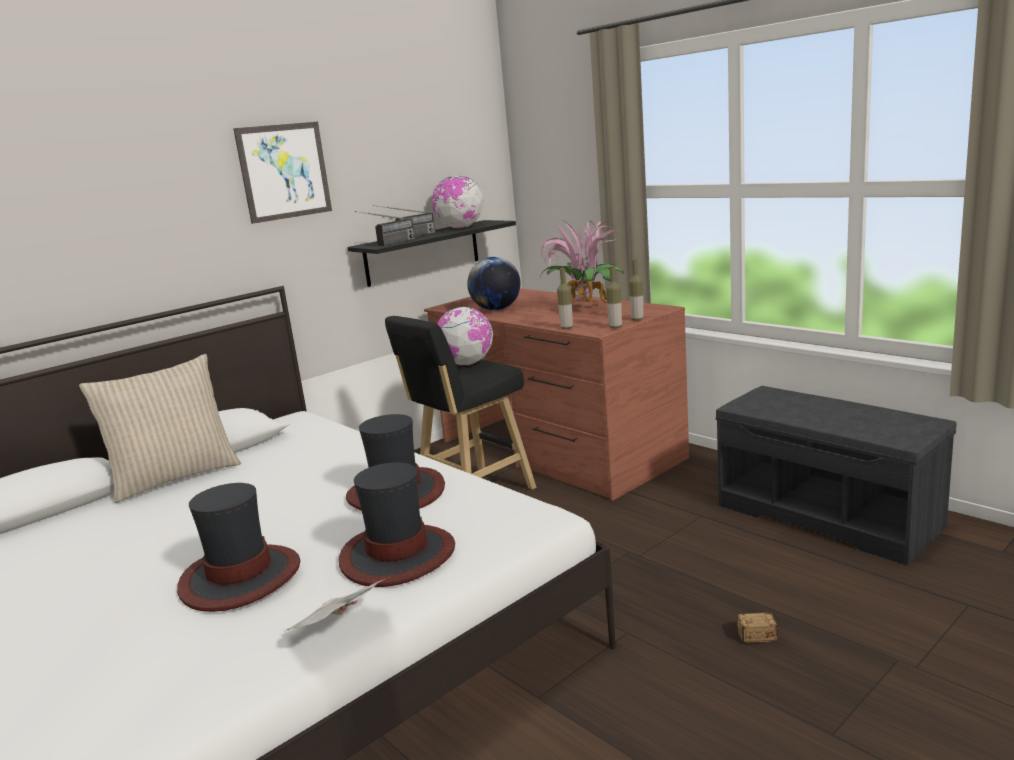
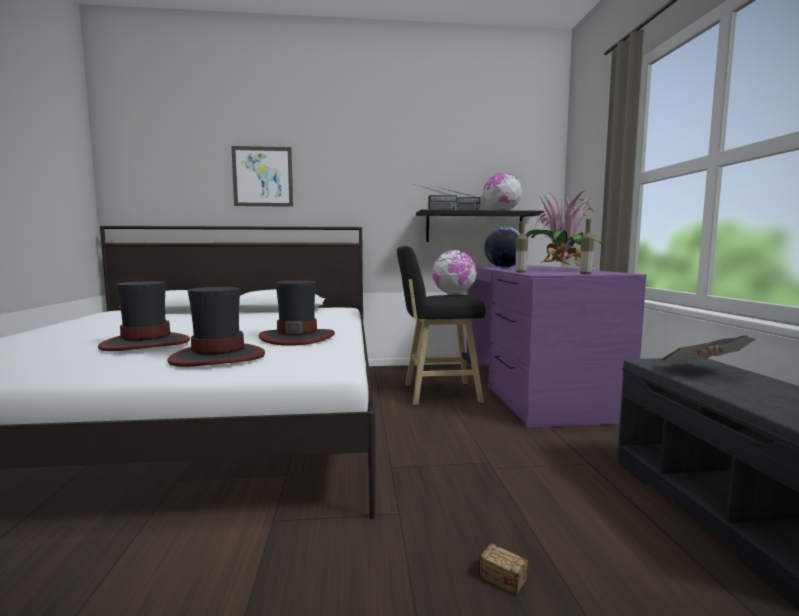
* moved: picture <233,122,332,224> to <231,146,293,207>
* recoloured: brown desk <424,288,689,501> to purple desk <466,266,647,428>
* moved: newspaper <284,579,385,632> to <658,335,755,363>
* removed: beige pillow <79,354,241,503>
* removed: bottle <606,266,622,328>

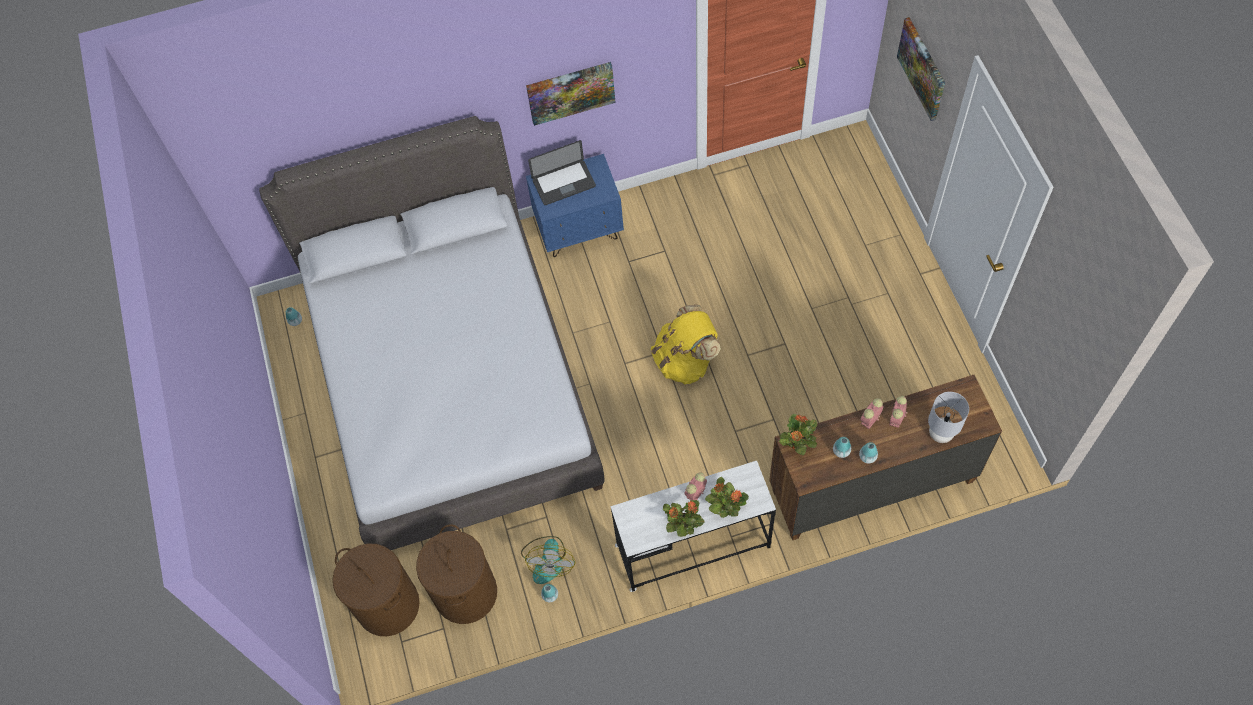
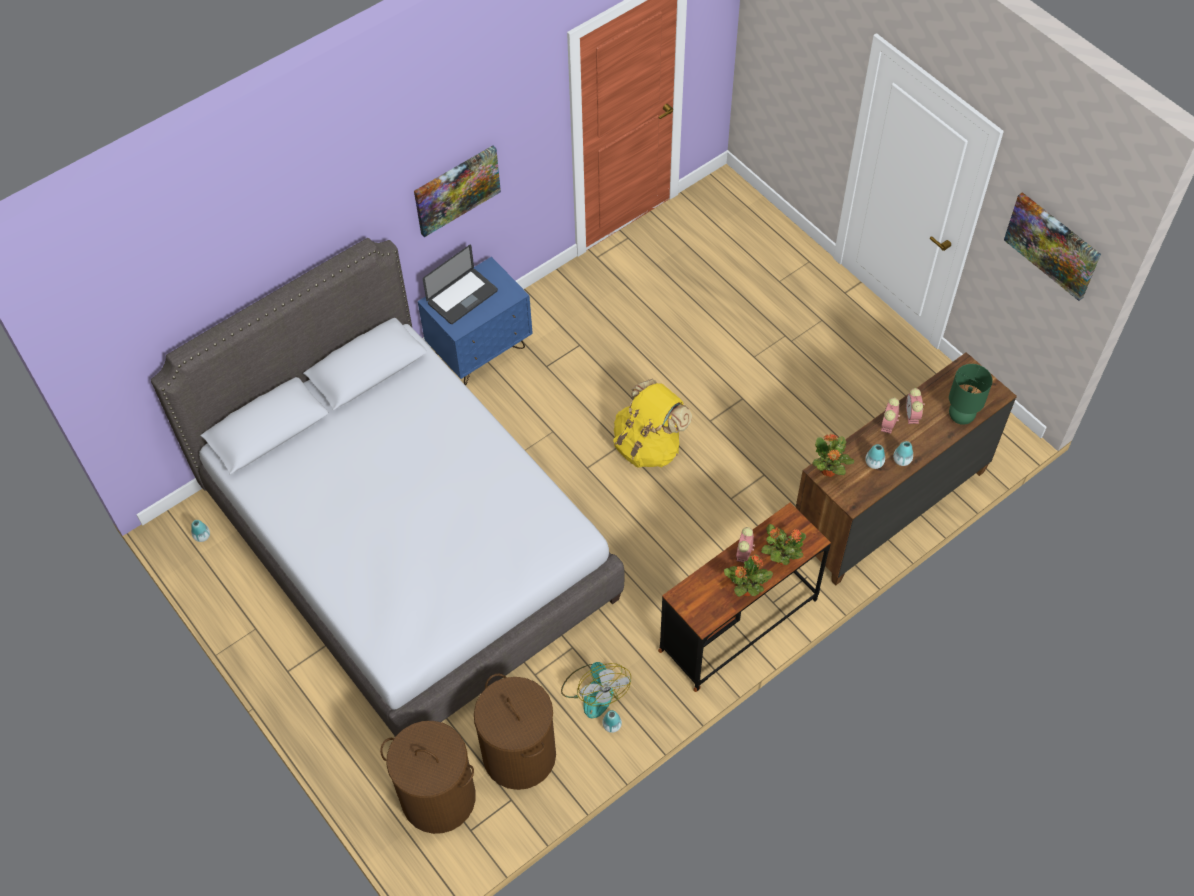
* recoloured: white desk <610,461,776,592> to brown desk <658,502,831,692>
* recoloured: grey table lamp <928,392,969,443> to green table lamp <949,364,993,425>
* moved: picture <897,17,945,121> to <1004,192,1101,301>

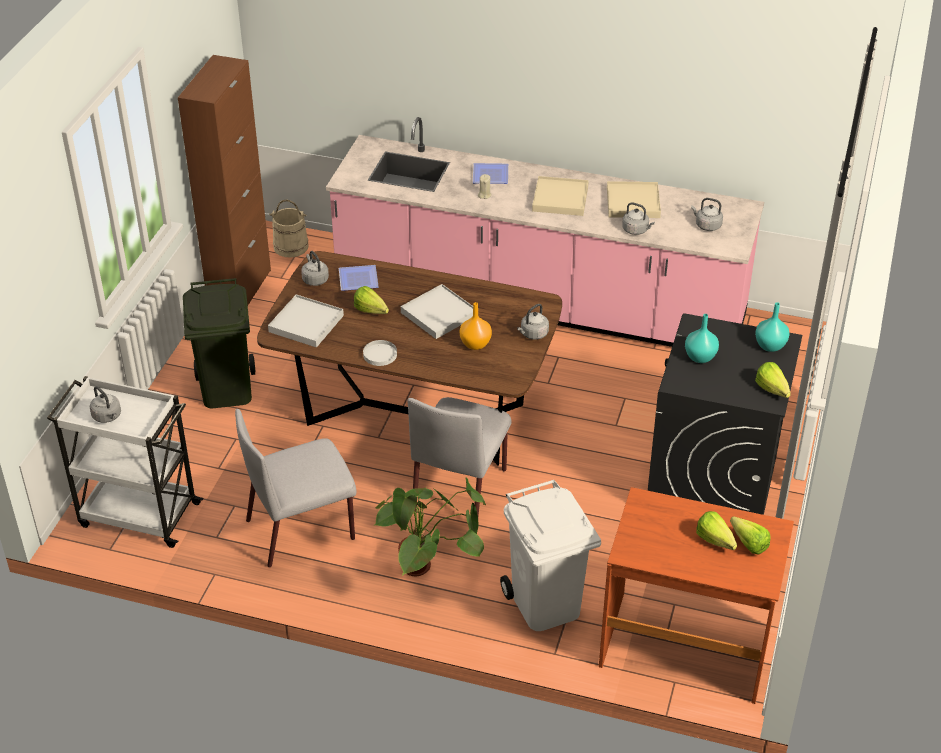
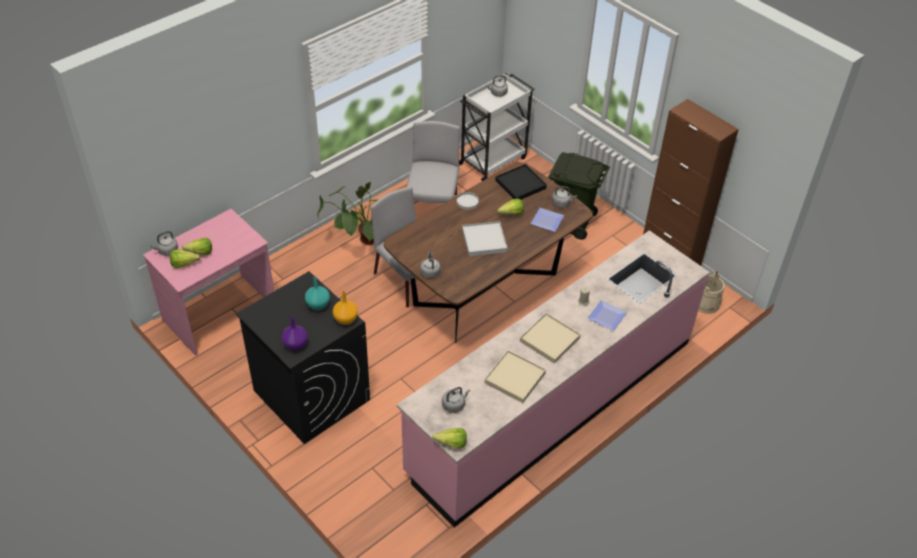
* recoloured: brown desk <599,487,794,704> to pink desk <143,209,274,356>
* moved: grey kettle <622,202,655,235> to <150,231,178,256>
* recoloured: turquoise vase <755,302,790,352> to purple vase <282,317,308,351>
* moved: orange vase <460,302,492,350> to <333,291,358,325>
* moved: lettuce <755,362,791,398> to <432,428,467,449>
* recoloured: white tray <268,294,344,348> to black tray <495,164,547,200>
* removed: white trash can <500,480,601,631>

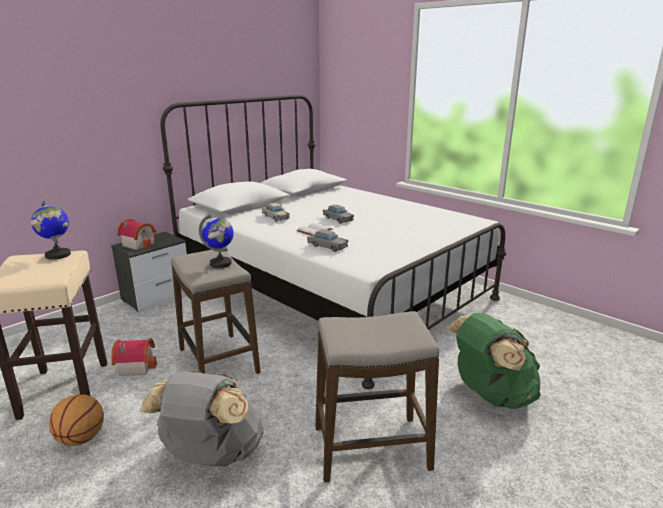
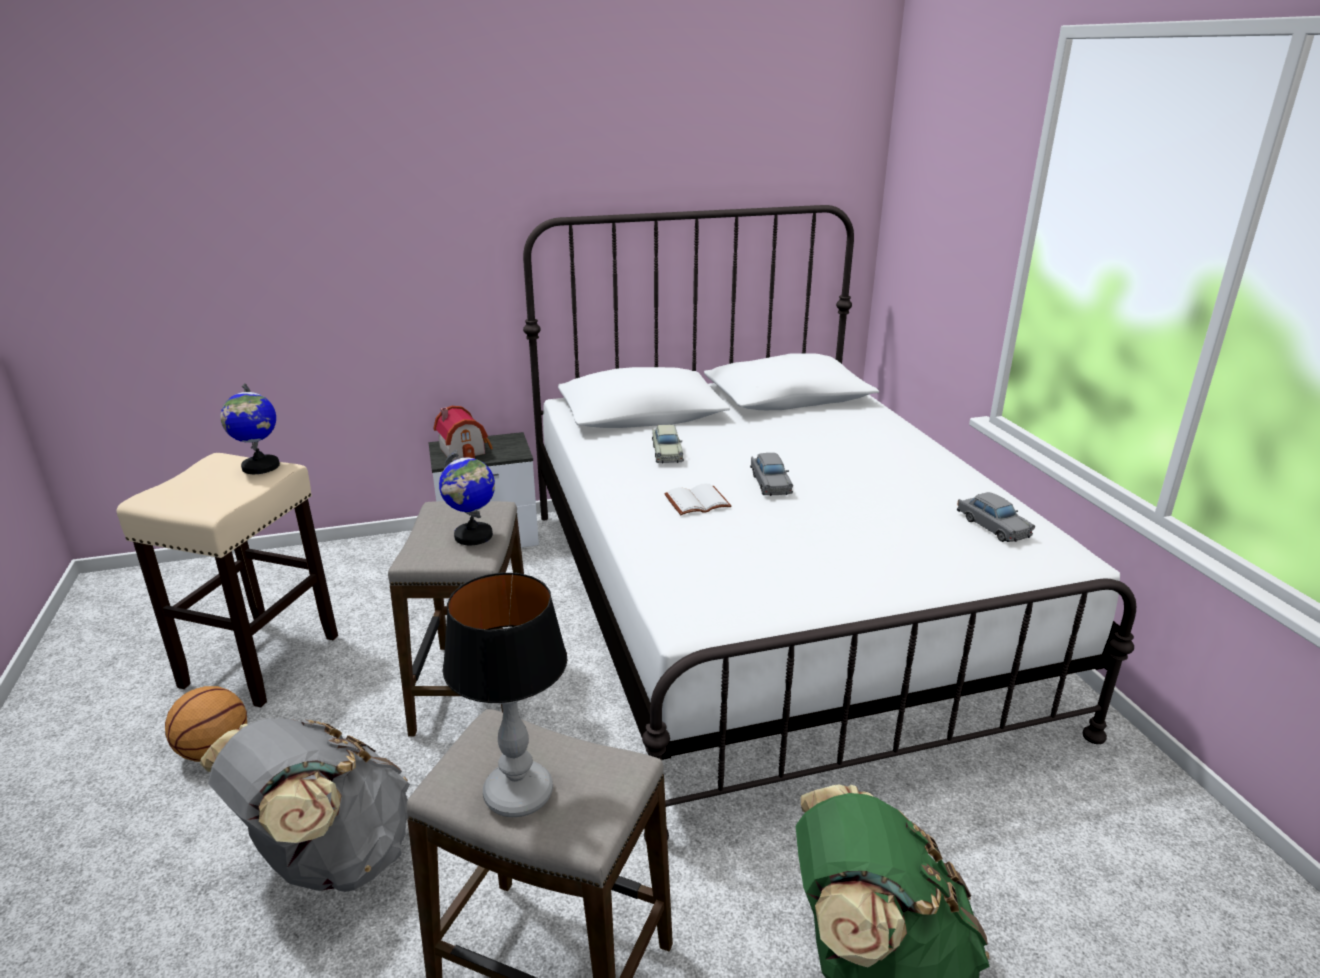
* added: table lamp <443,573,567,817>
* moved: grey toy car <307,230,348,252> to <957,492,1035,542>
* removed: toy house <111,338,157,376>

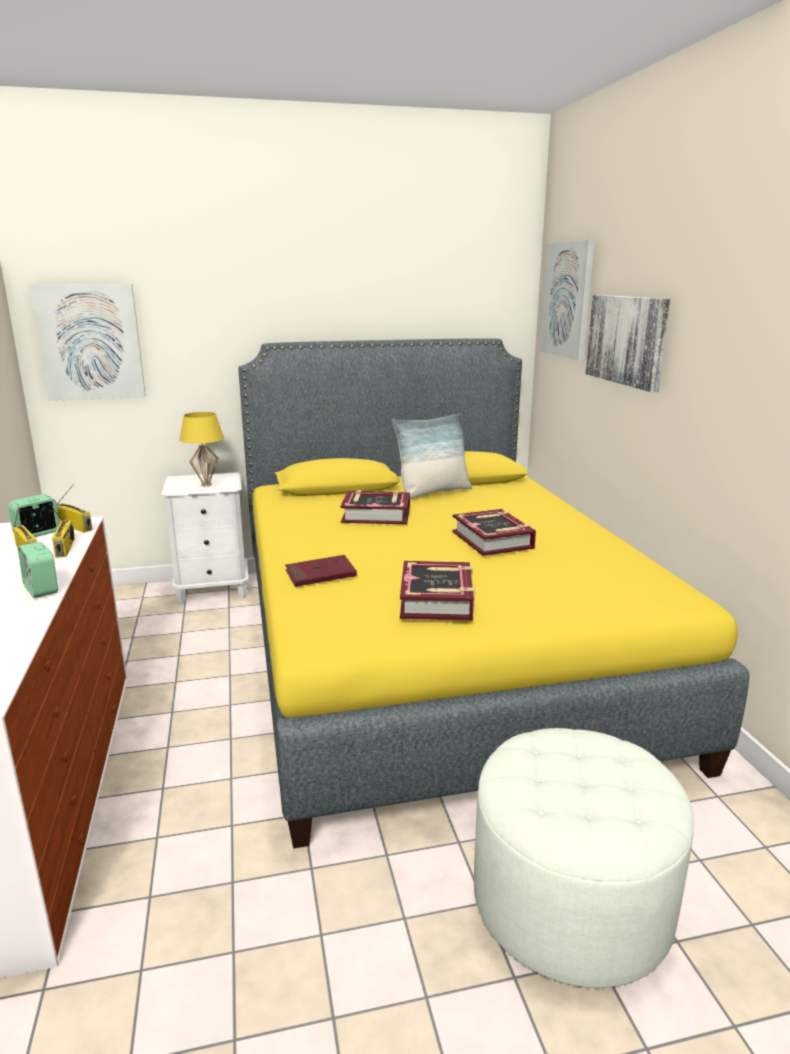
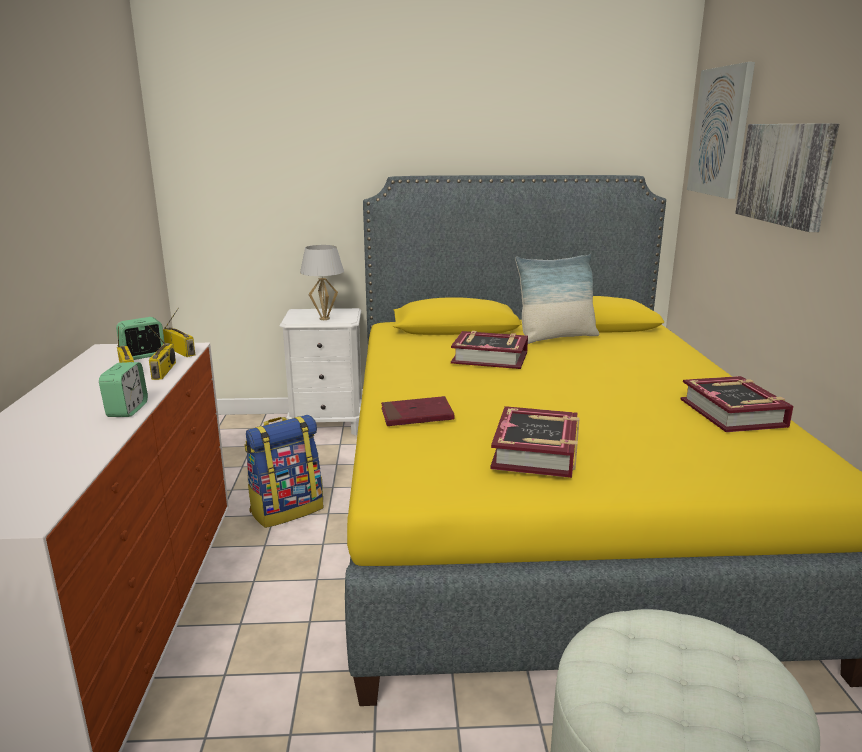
* turned: alarm clock <18,542,58,598> = <99,362,148,417> 150 degrees counterclockwise
* added: backpack <244,415,323,528>
* recoloured: yellow table lamp <180,412,224,486> to white table lamp <300,245,344,320>
* moved: book <452,509,536,556> to <680,376,794,432>
* removed: picture <29,284,146,401>

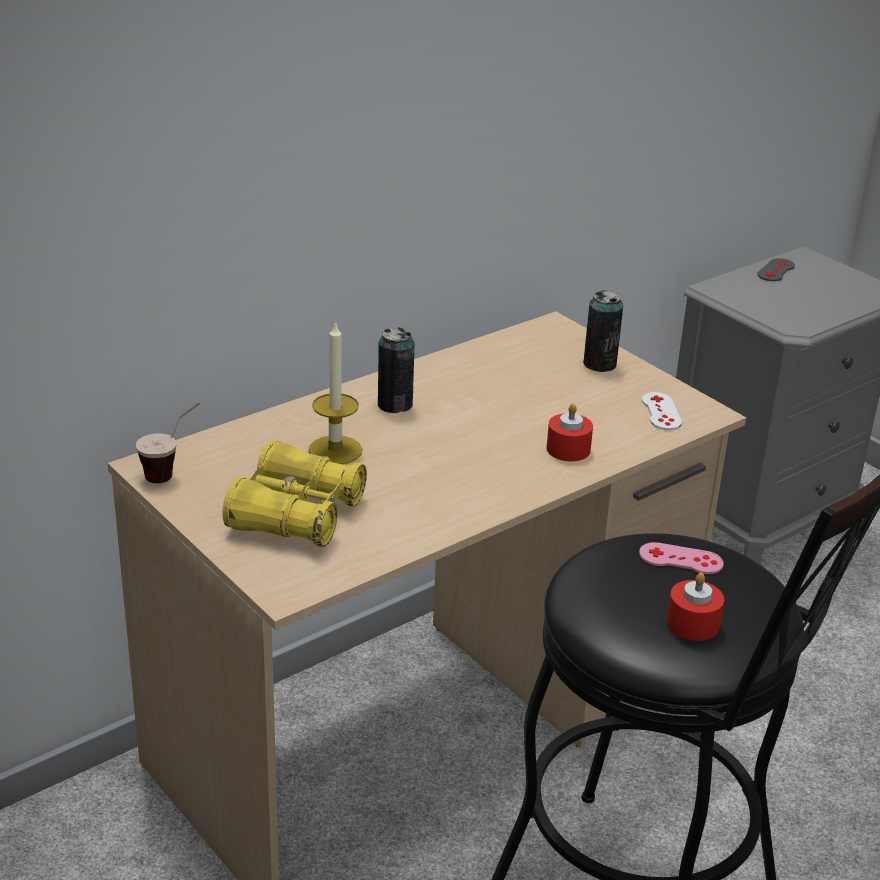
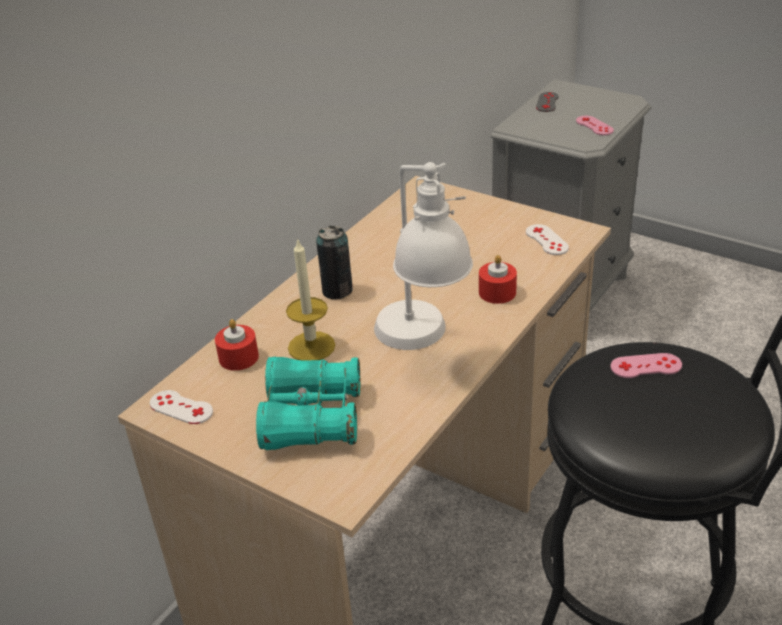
* replaced: cup <136,402,200,483> to white game controller <150,390,213,424>
* moved: red candle <666,572,724,641> to <215,319,259,371>
* recoloured: yellow binoculars <222,440,367,547> to turquoise binoculars <256,357,360,450>
* added: white table lamp <374,162,473,350>
* added: pink game controller <576,116,614,135>
* removed: can <583,290,623,372>

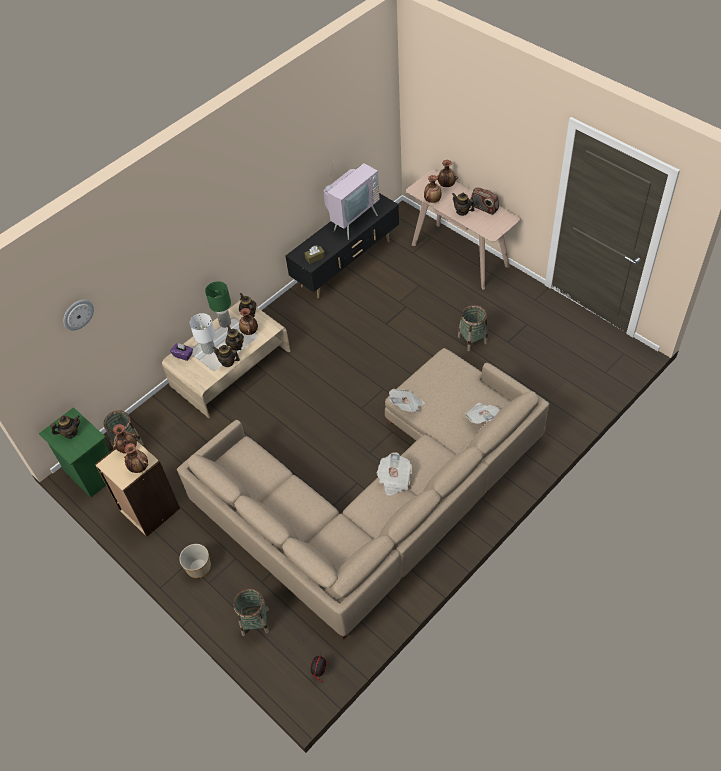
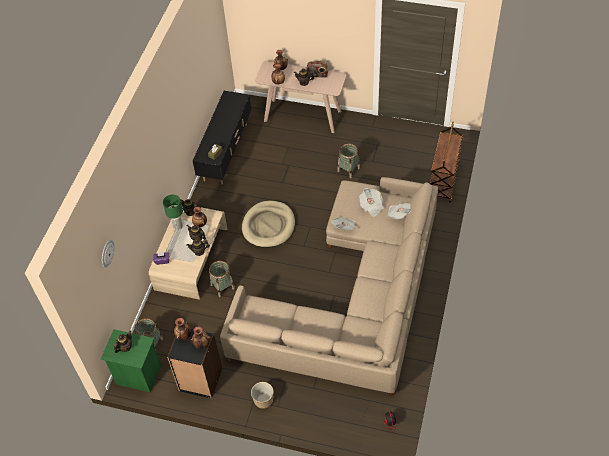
* recoloured: beige bookcase <95,441,180,537> to black bookcase <167,329,222,399>
* moved: basket <233,589,269,636> to <209,261,235,297>
* added: beige dog bed <242,201,295,248>
* moved: newspaper <377,452,412,496> to <359,188,384,217>
* added: brown cart <430,122,463,202>
* removed: white table lamp <190,313,215,354>
* removed: television <323,163,380,240>

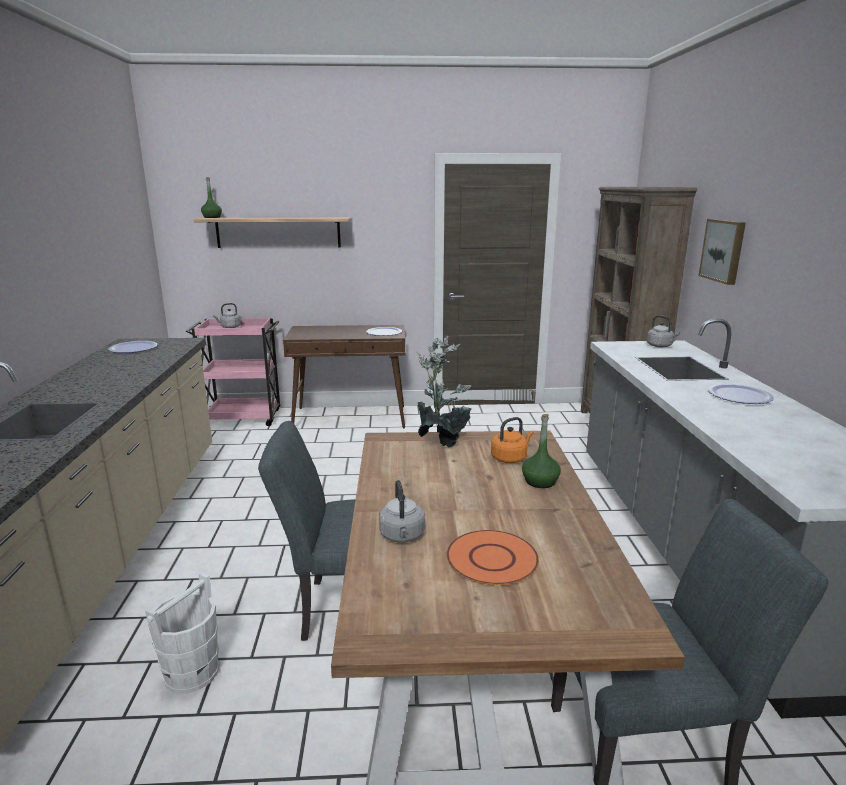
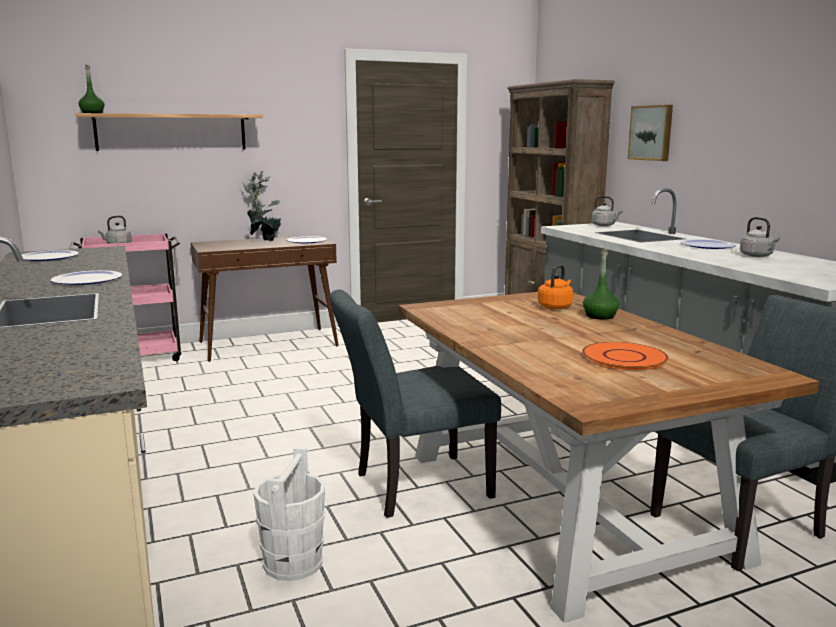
* added: plate <51,270,122,285>
* moved: potted plant <417,336,472,448> to <242,171,281,241>
* moved: grey kettle <379,480,425,543> to <740,217,780,257>

